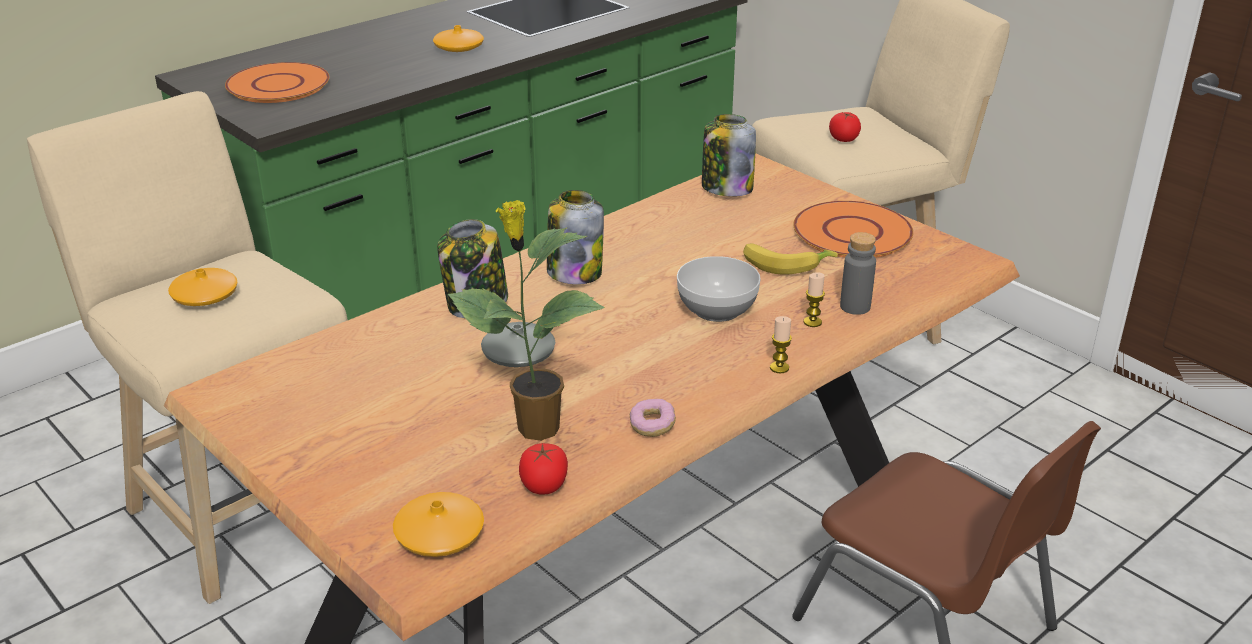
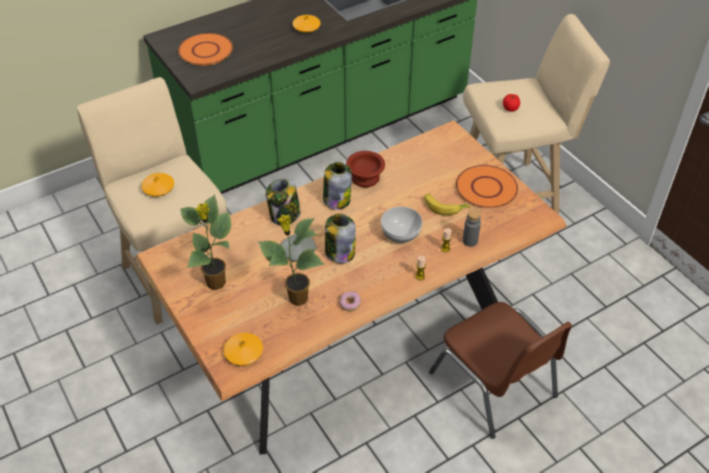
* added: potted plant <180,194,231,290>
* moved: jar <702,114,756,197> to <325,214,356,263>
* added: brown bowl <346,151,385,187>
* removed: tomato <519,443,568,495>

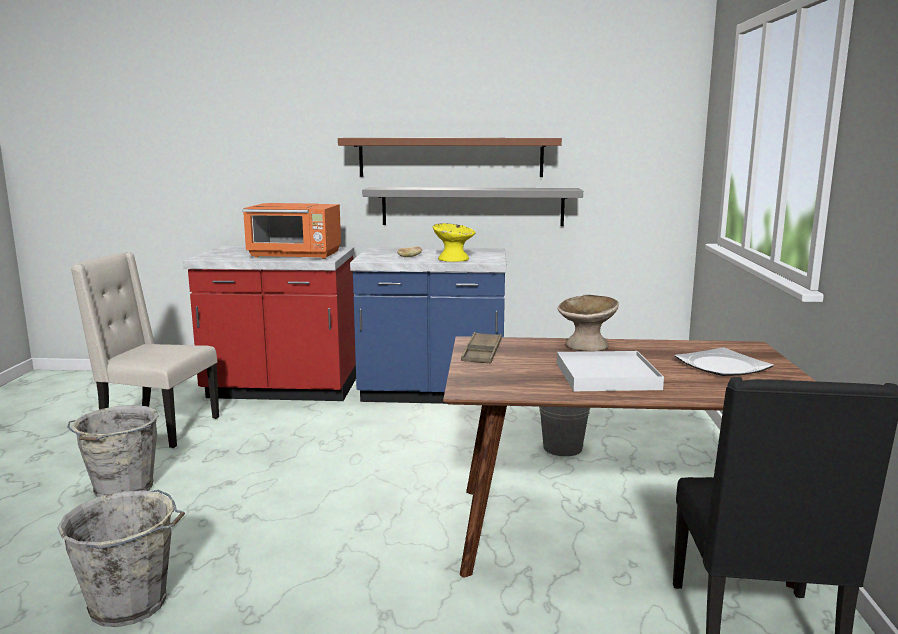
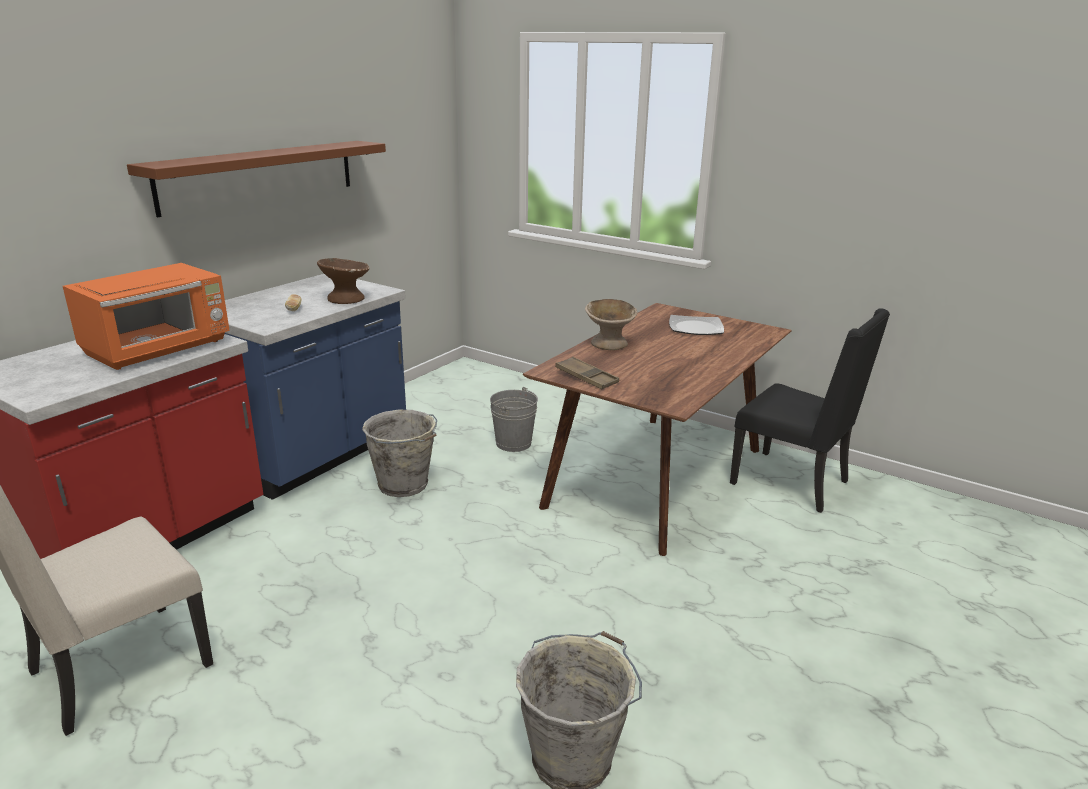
* recoloured: yellow bowl <433,223,476,262> to brown bowl <317,258,370,304>
* moved: grey bucket <67,405,159,497> to <362,410,437,497>
* removed: grey shelf <362,187,583,226>
* removed: white tray <557,351,664,391>

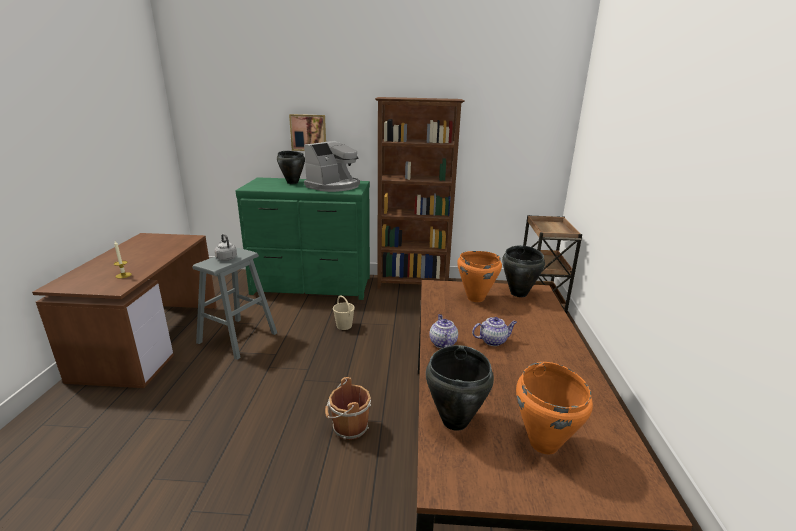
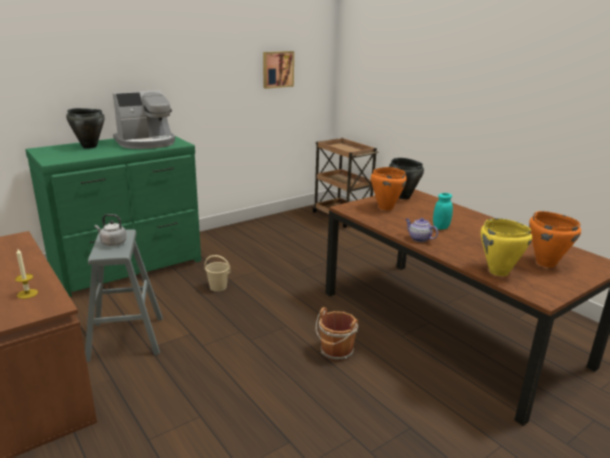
* turned: coffee machine <304,141,360,192> = <113,90,175,149> 60 degrees clockwise
* moved: picture <289,114,326,151> to <263,51,294,89>
* replaced: teapot <472,317,517,346> to turquoise jar <433,193,453,230>
* recoloured: black cooking pot <426,345,494,431> to yellow cooking pot <480,218,532,276>
* removed: brown bookcase <375,97,465,289>

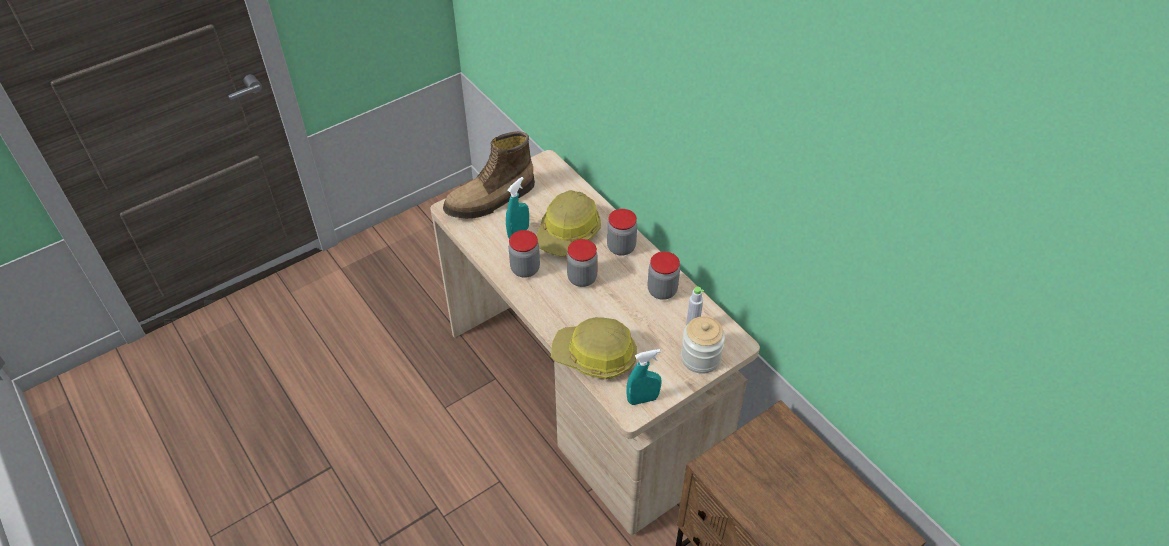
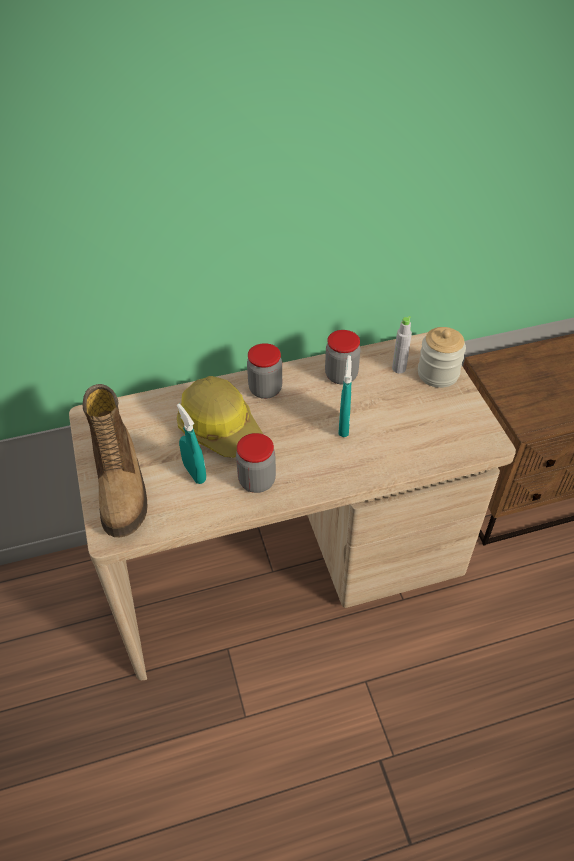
* moved: turquoise spray bottle <626,349,662,405> to <338,355,352,437>
* removed: hard hat <551,317,637,379>
* removed: jar <567,239,598,287>

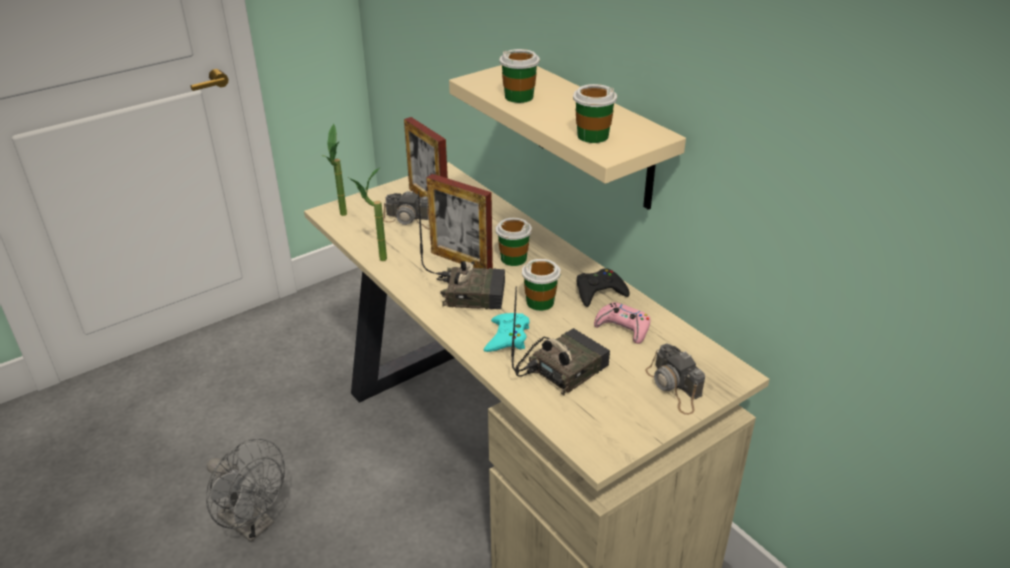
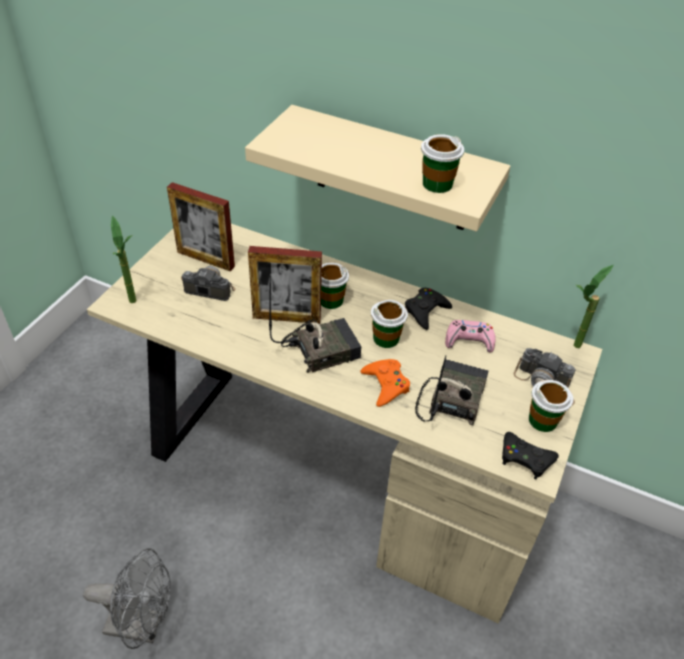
* turned: photo camera <383,190,430,230> = <181,266,235,301> 150 degrees counterclockwise
* recoloured: turquoise game controller <484,313,530,352> to orange game controller <360,359,410,407>
* added: black game controller <502,432,559,480>
* moved: cup <499,49,540,103> to <529,380,573,432>
* moved: potted plant <349,167,387,261> to <574,265,614,348>

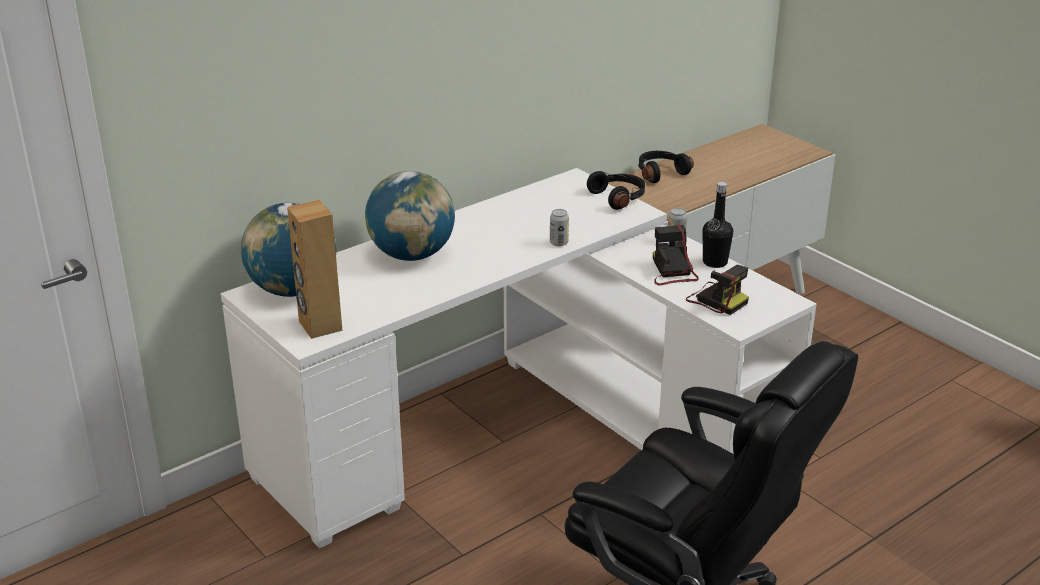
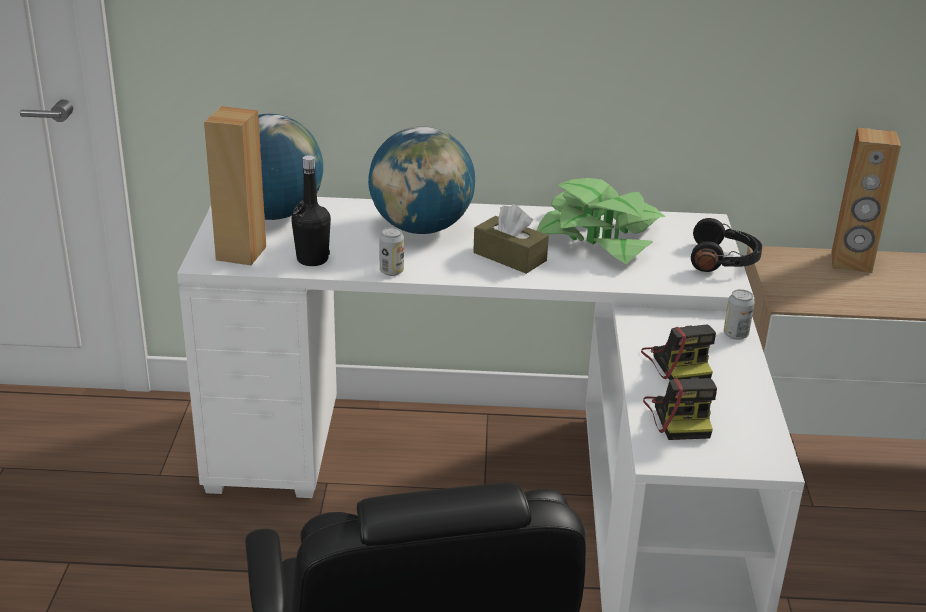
* moved: black bottle <703,182,733,268> to <291,155,331,266>
* moved: can <550,209,569,247> to <379,227,404,276>
* added: brown tissue box <473,204,549,274>
* added: potted plant <537,178,665,264>
* turned: photo camera <653,225,699,285> = <641,325,716,380> 135 degrees clockwise
* replaced: black headphones <638,151,694,183> to brown speaker <831,127,901,273>

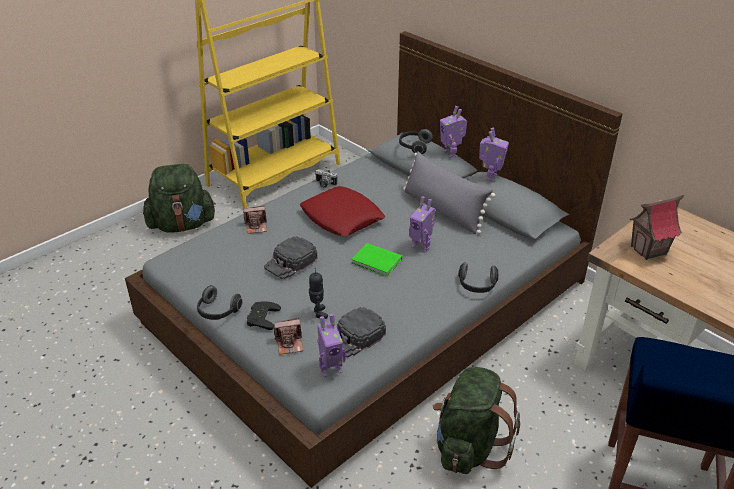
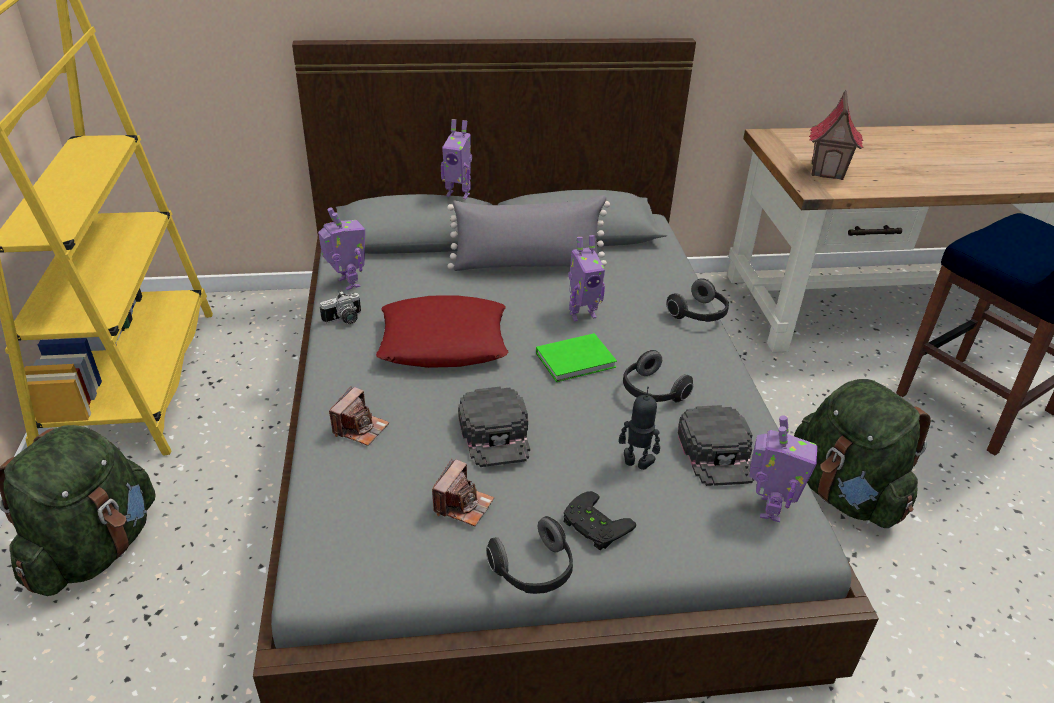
* moved: toy robot <479,128,509,182> to <318,207,365,290>
* moved: photo camera <274,318,303,355> to <432,459,495,526>
* moved: headphones <399,129,433,154> to <623,350,693,402>

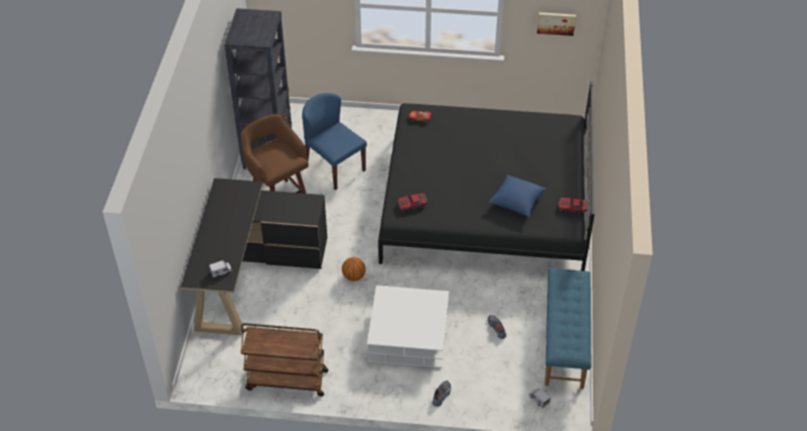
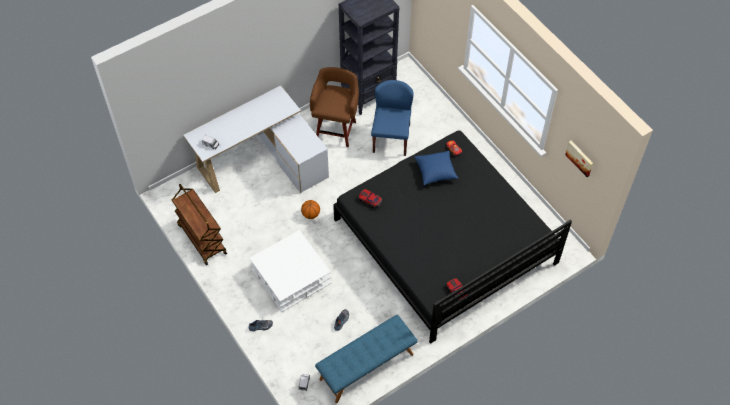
* recoloured: black desk <181,178,327,335> to white desk <183,85,329,193>
* moved: blue pillow <488,175,546,217> to <414,151,459,185>

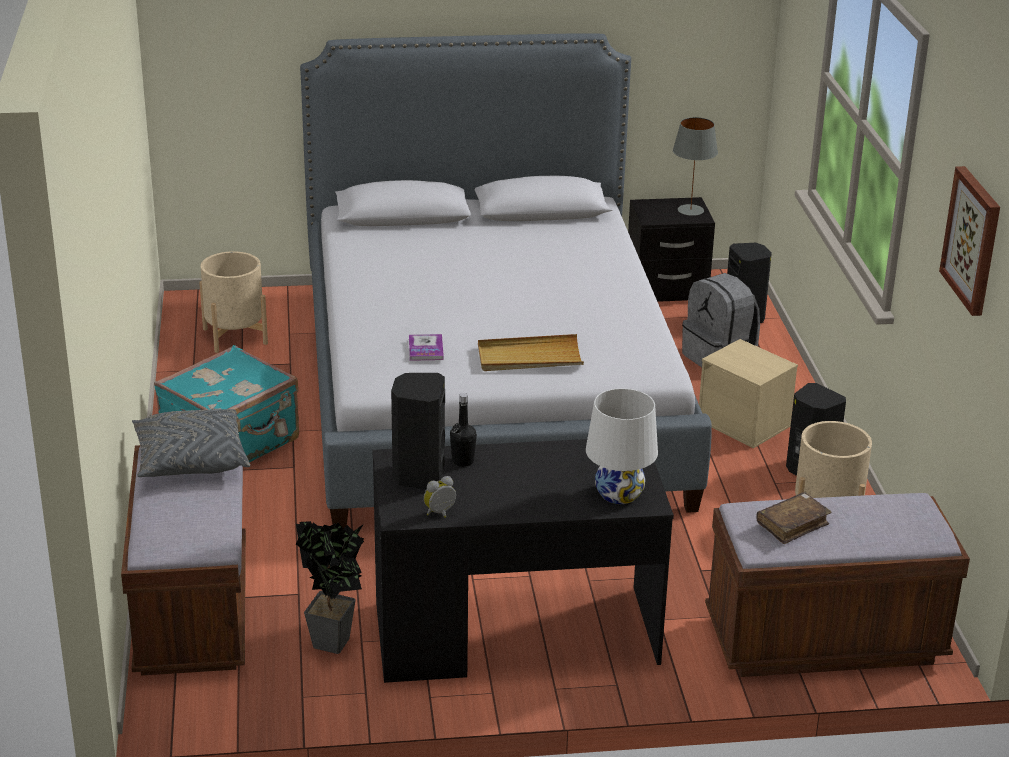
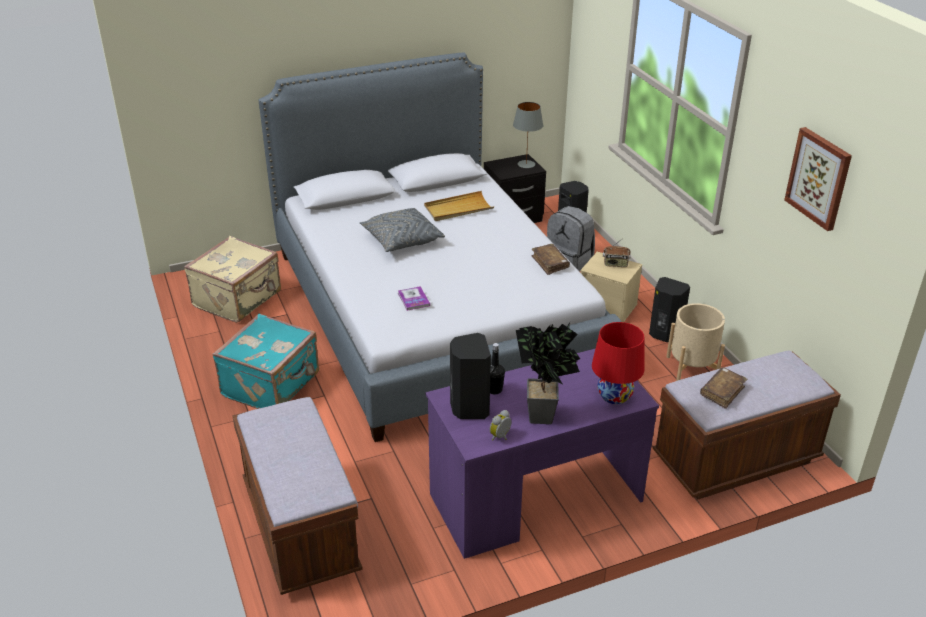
* replaced: beige planter <199,251,268,353> to beige suitcase <184,236,281,323>
* moved: grey pillow <132,409,250,477> to <360,208,445,252>
* moved: beige tray <478,334,584,371> to <424,191,494,221>
* recoloured: black desk <372,439,674,683> to purple desk <425,349,659,559>
* moved: potted plant <296,521,364,654> to <516,322,580,424>
* added: brown book <532,244,570,275>
* recoloured: white table lamp <586,388,658,504> to red table lamp <592,322,645,404>
* added: radio <603,238,631,267>

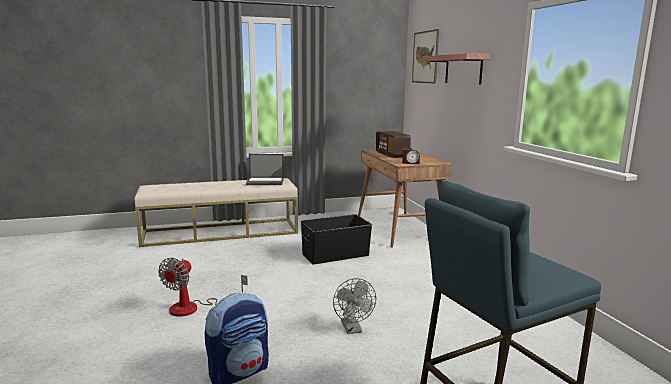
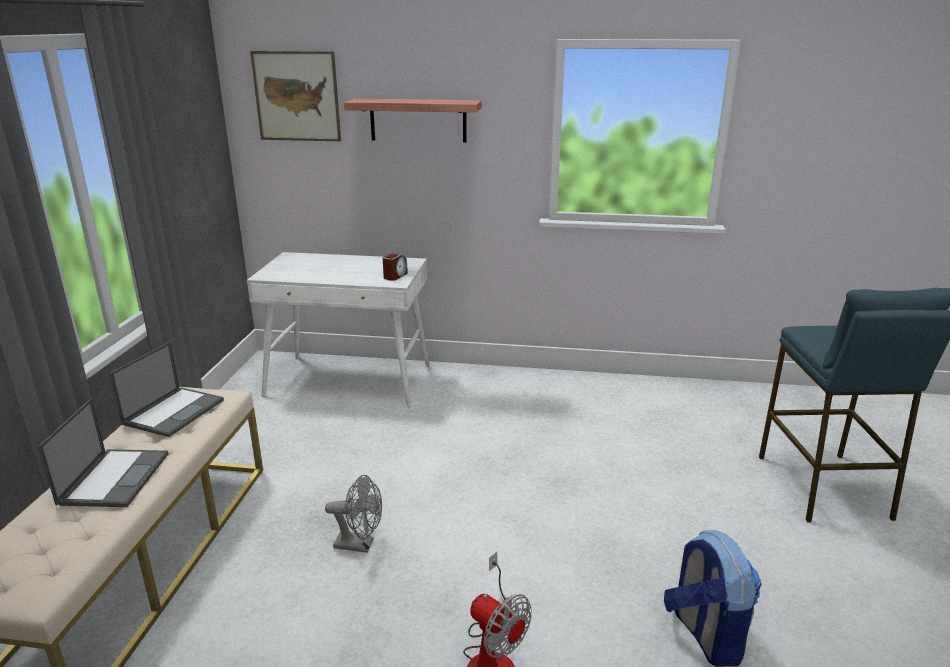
* added: laptop <38,398,169,507>
* recoloured: brown desk <358,149,452,248> to white desk <247,252,430,407>
* moved: grey fan <333,278,376,334> to <325,475,382,553>
* removed: black storage box <301,214,372,265>
* removed: radio <376,131,411,158>

